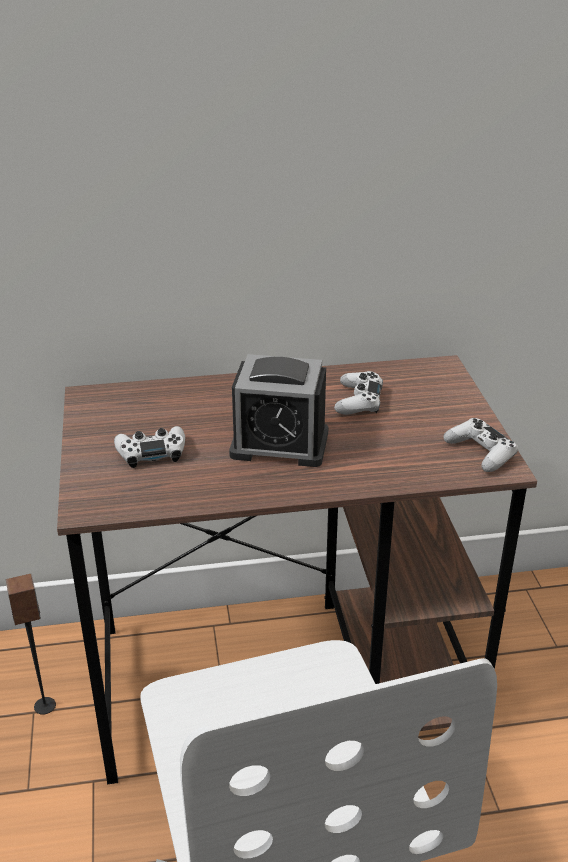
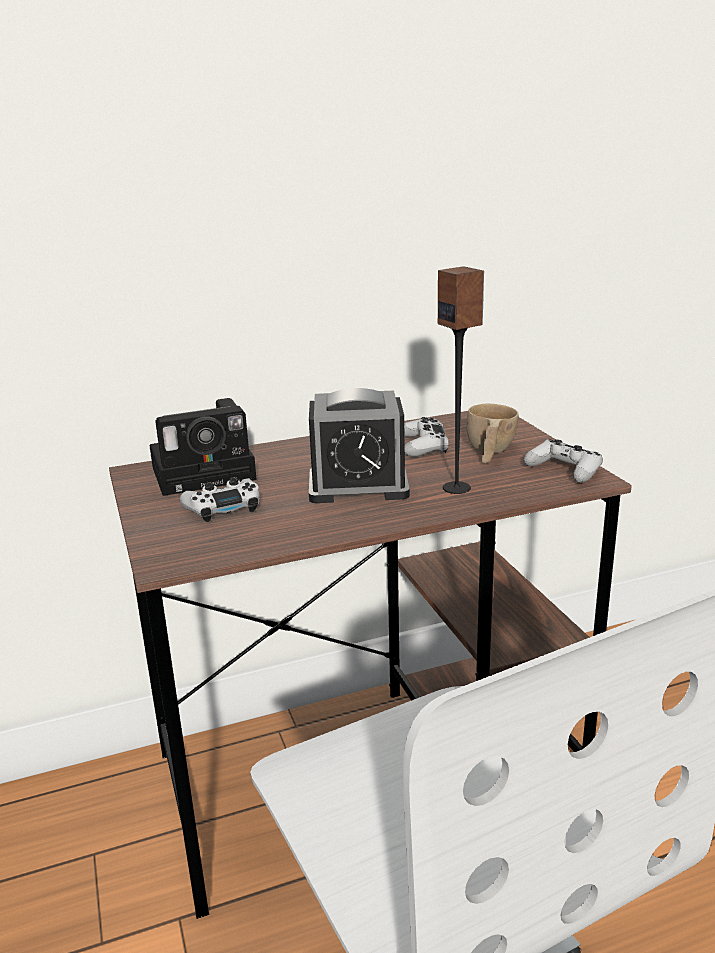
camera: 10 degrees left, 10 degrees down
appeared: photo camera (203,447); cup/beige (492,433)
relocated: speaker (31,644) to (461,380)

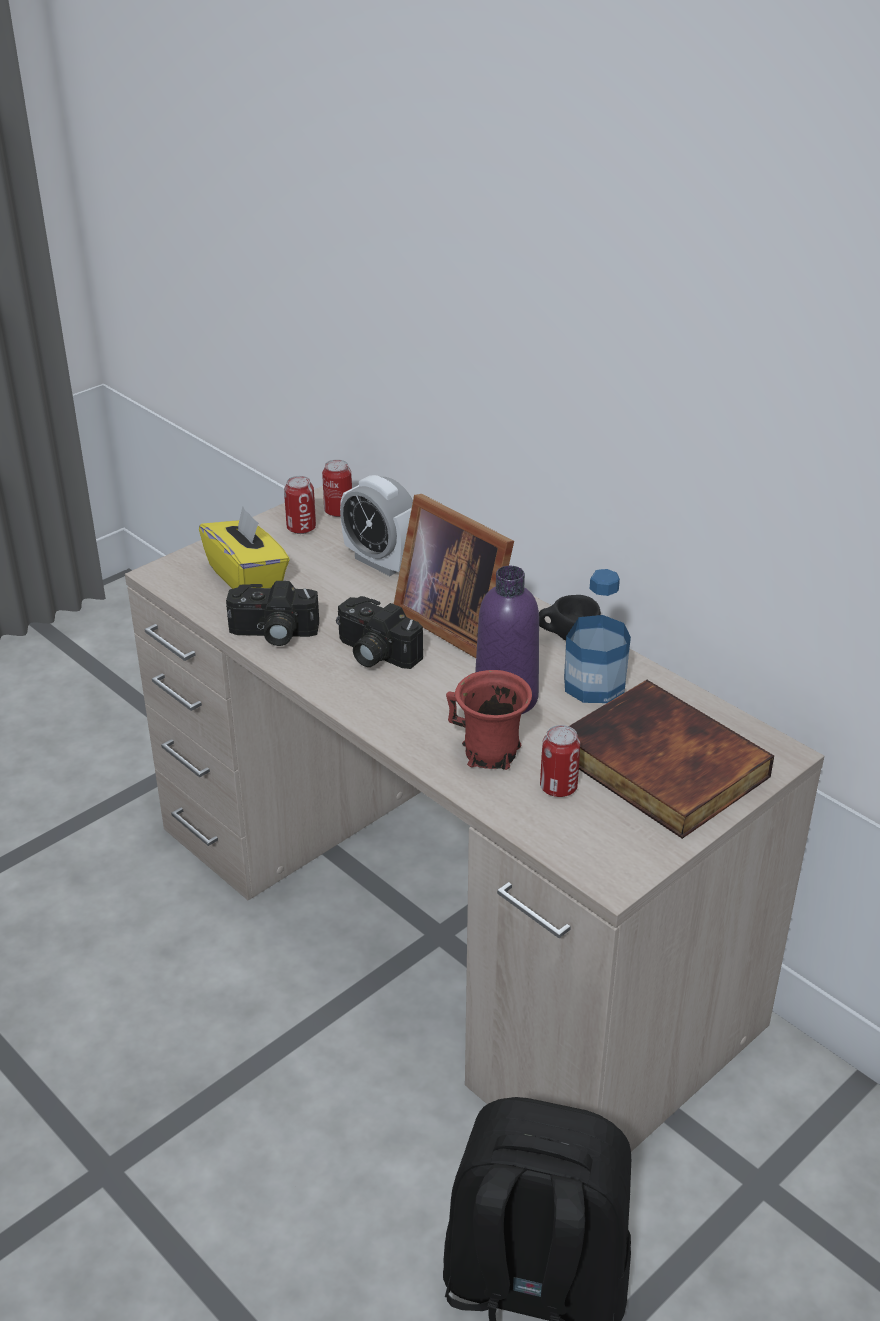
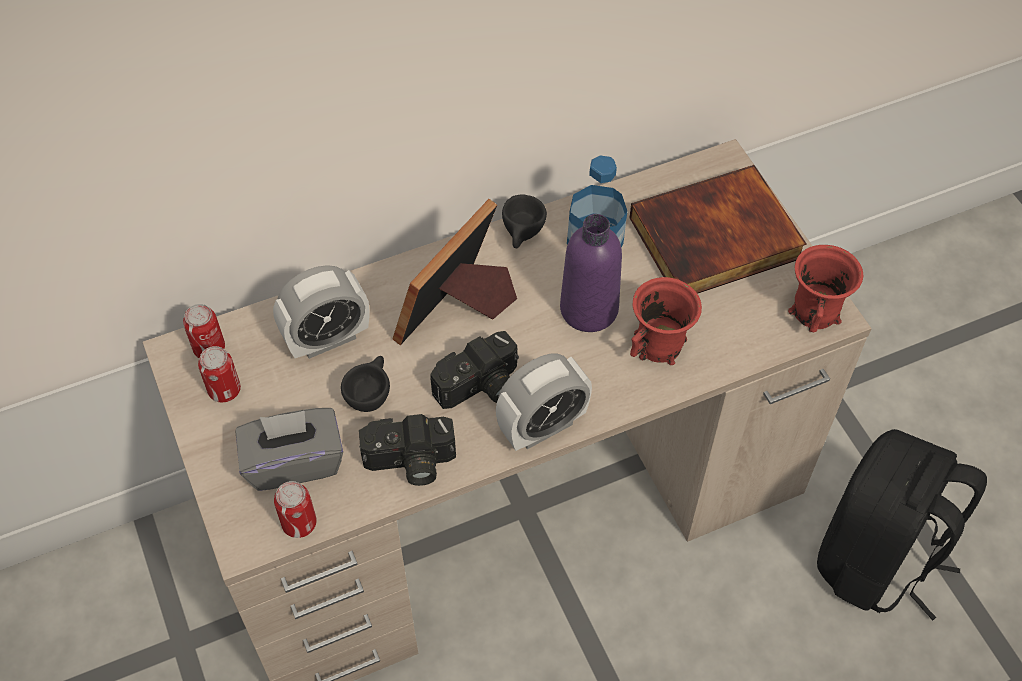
camera: 70 degrees left, 20 degrees up
appeared: cup/black (365,384); alarm clock (544,402); mug/red (825,289)
relocated: can (560,761) to (295,509)
colour: tissue box/yellow (244,548) to tissue box/grey (289,449)
spun: photo camera (272,613) = (407,450) 60 degrees clockwise; picture frame (454,576) = (454,272) 150 degrees clockwise

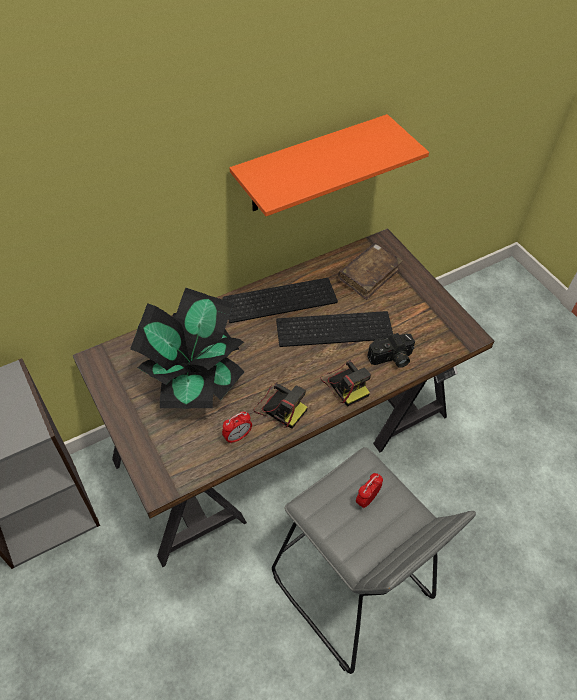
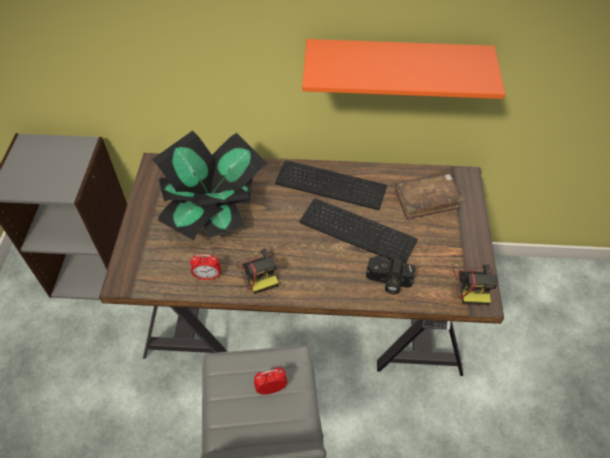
camera: 35 degrees right, 0 degrees up
relocated: photo camera (345,383) to (475,284)

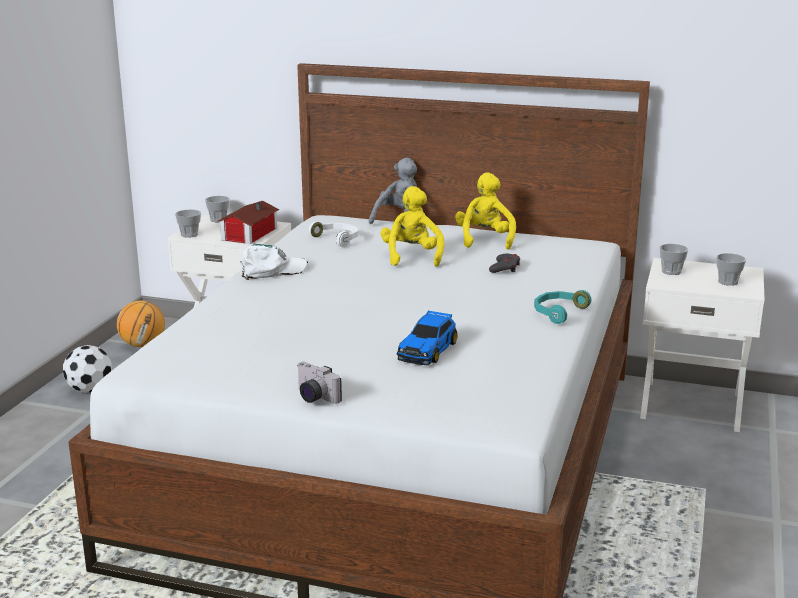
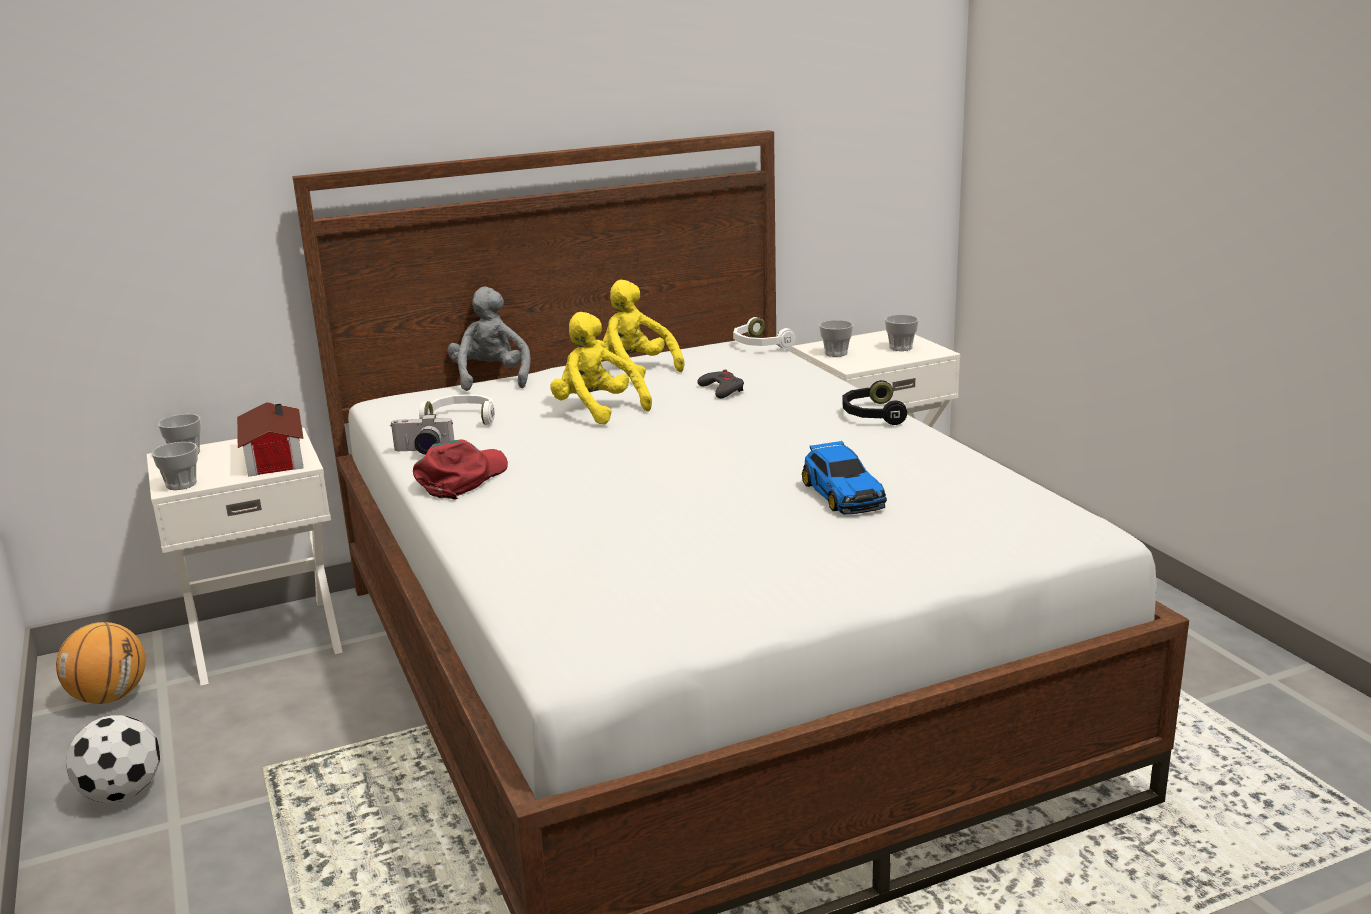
camera: 40 degrees left, 0 degrees up
appeared: headphones/white (764,333)
relocated: photo camera (320,383) to (422,434)
colour: cap/white (274,262) to cap/red (460,469); headphones/turquoise (562,307) to headphones/black (874,402)

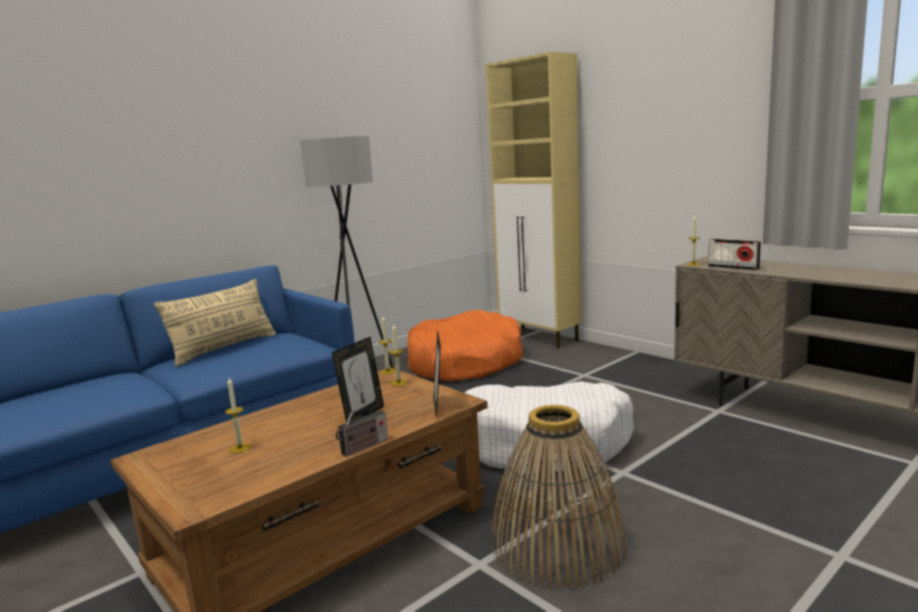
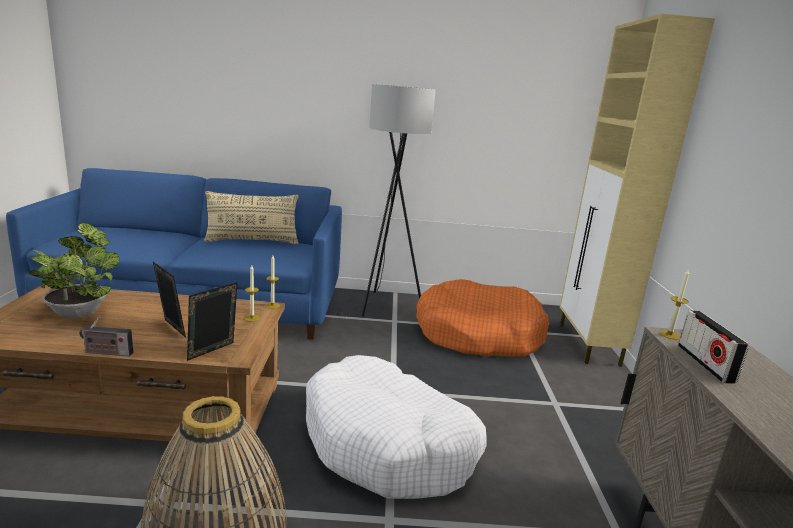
camera: 40 degrees right, 5 degrees up
exchanged: candle (238,415) to potted plant (74,271)
spun: picture frame (358,380) = (169,300) 120 degrees counterclockwise

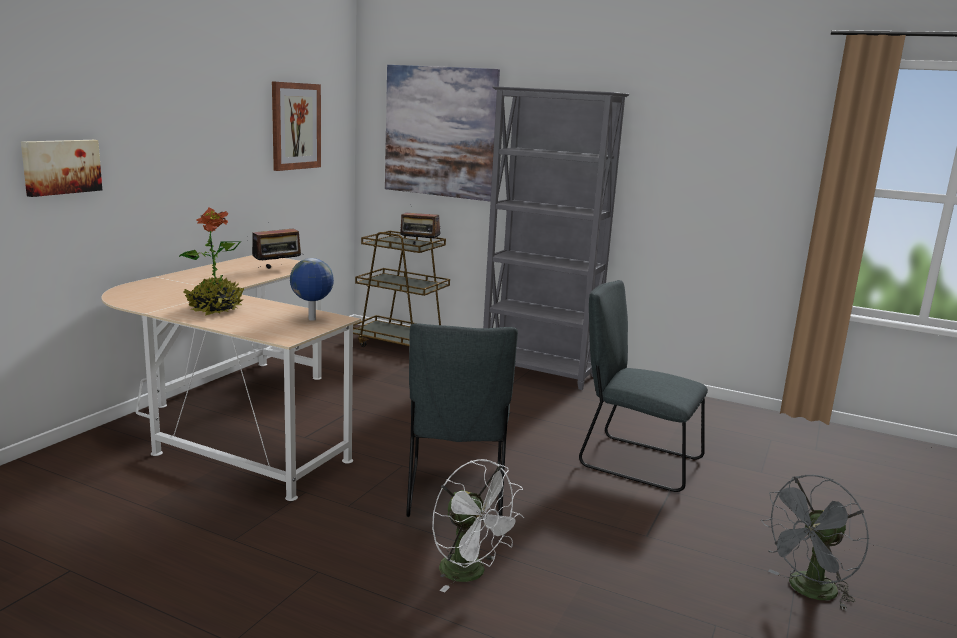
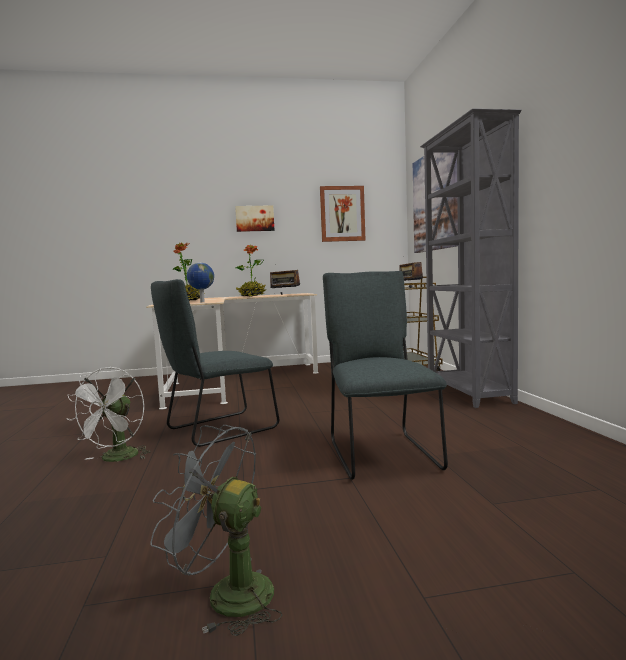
camera: 55 degrees right, 10 degrees down
appeared: potted plant (250,271)
relocated: picture (61,168) to (254,218)

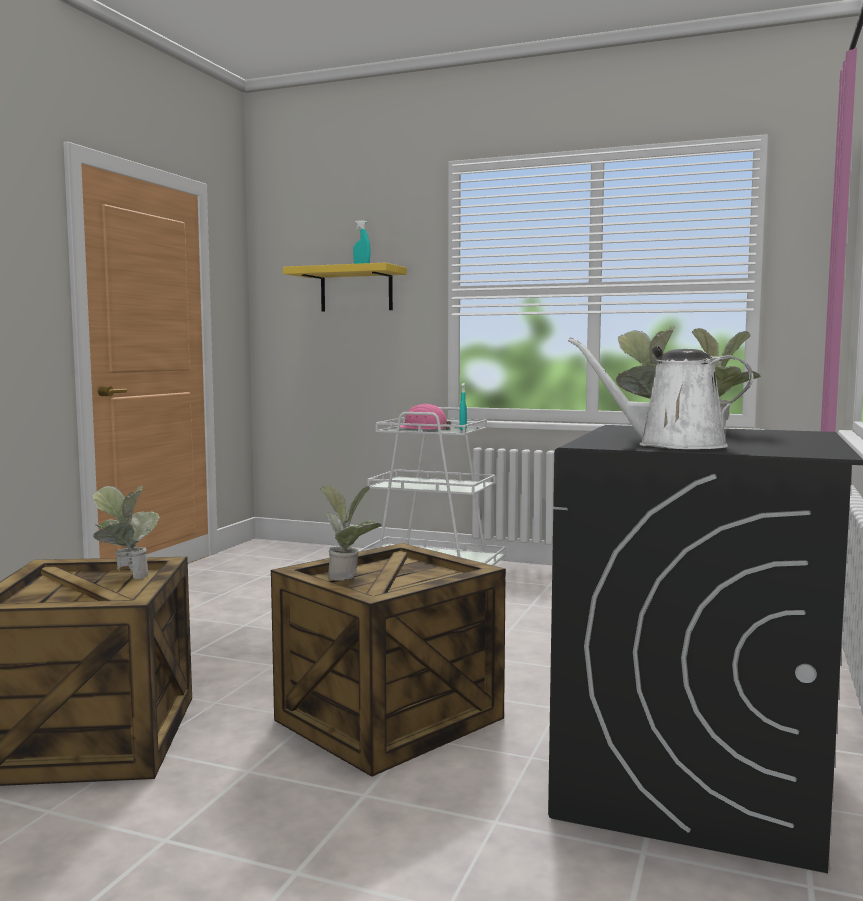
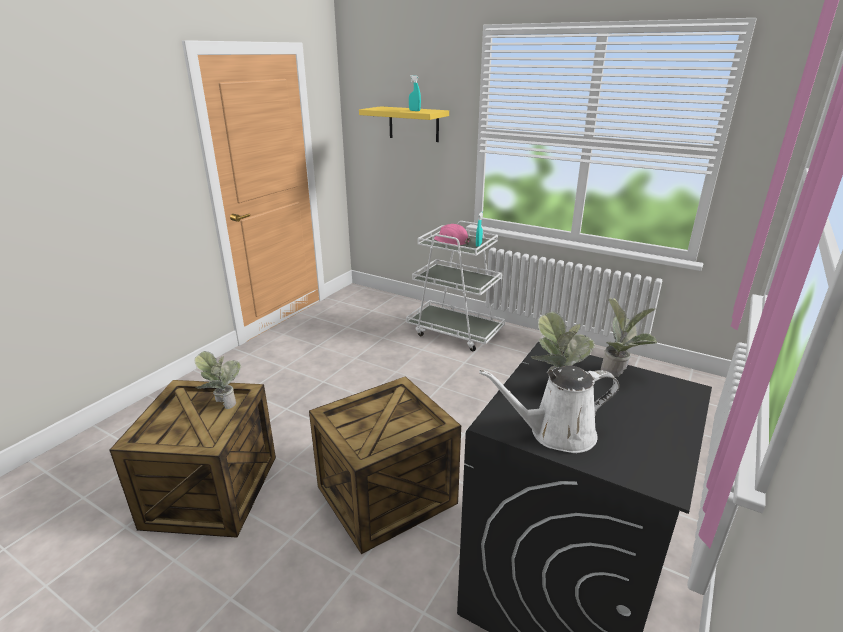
camera: 10 degrees right, 20 degrees up
missing: potted plant (350,533)
spun: watering can/white (661,393) = (549,409) 45 degrees counterclockwise

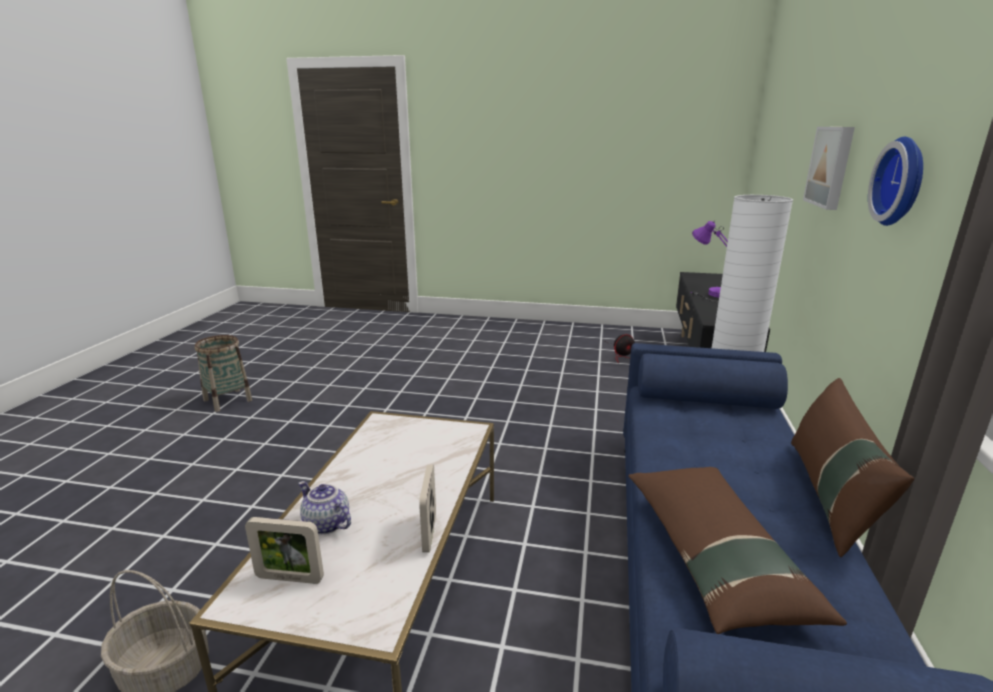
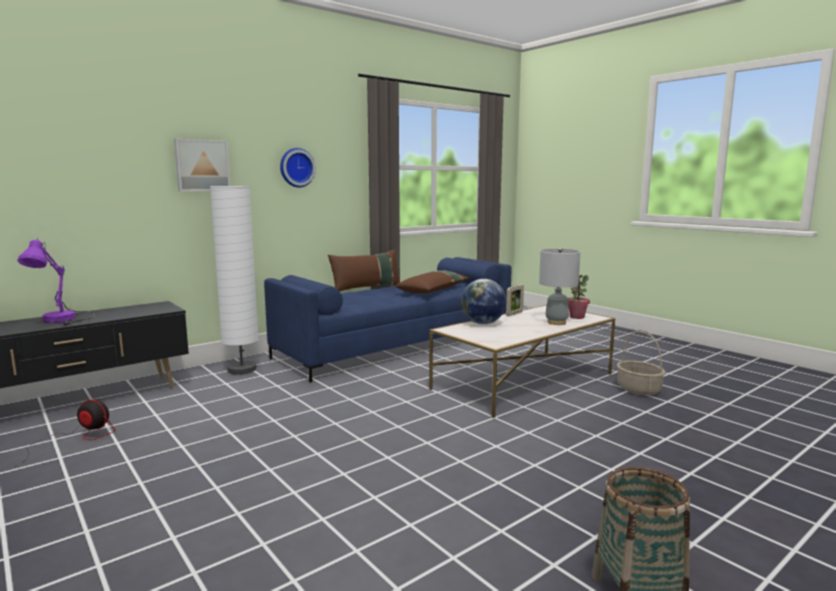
camera: 140 degrees left, 10 degrees down
appeared: globe (483,301)
exchanged: picture frame (284,550) to potted plant (579,297); teapot (324,507) to table lamp/grey (559,286)

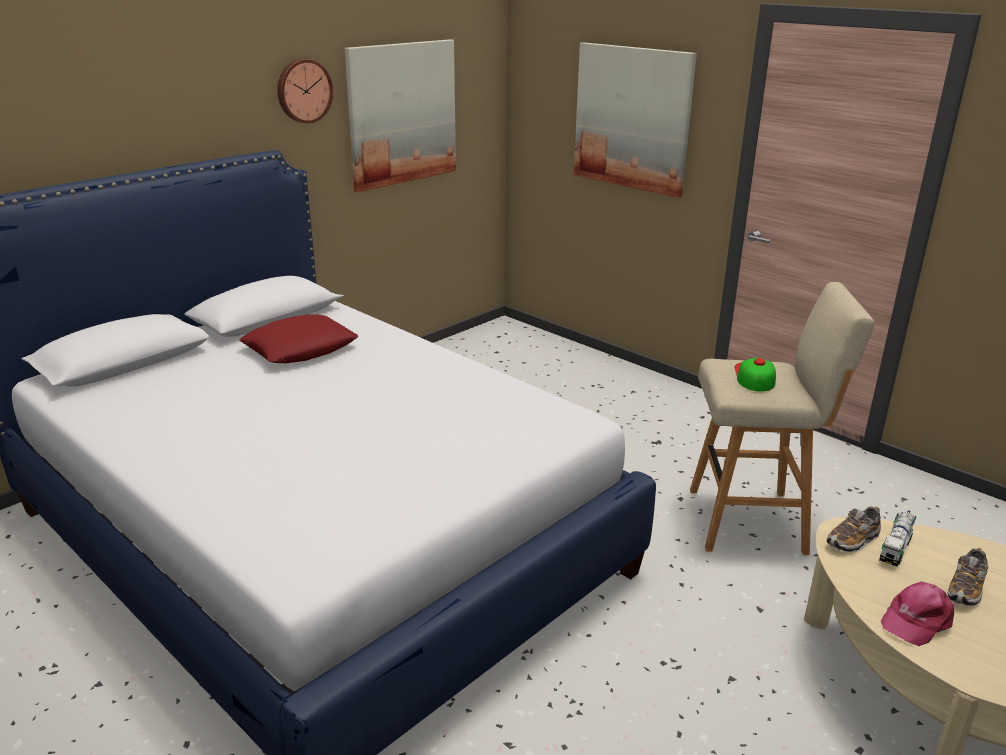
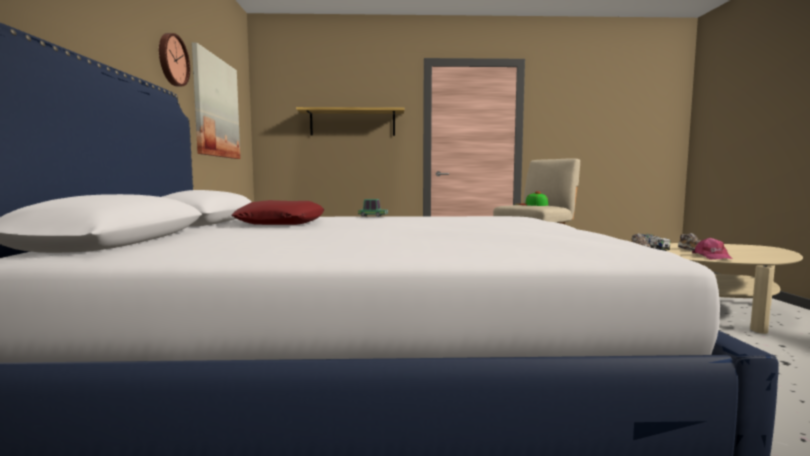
camera: 45 degrees left, 20 degrees down
appeared: toy car (373,208)
exchanged: picture (635,120) to shelf (350,121)

